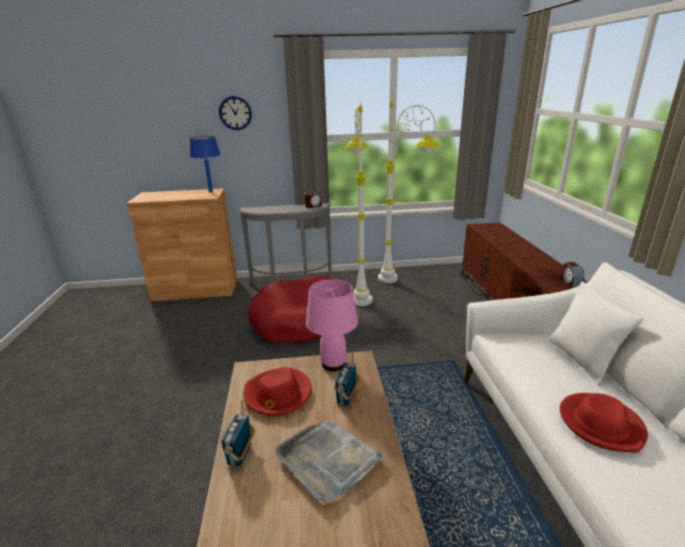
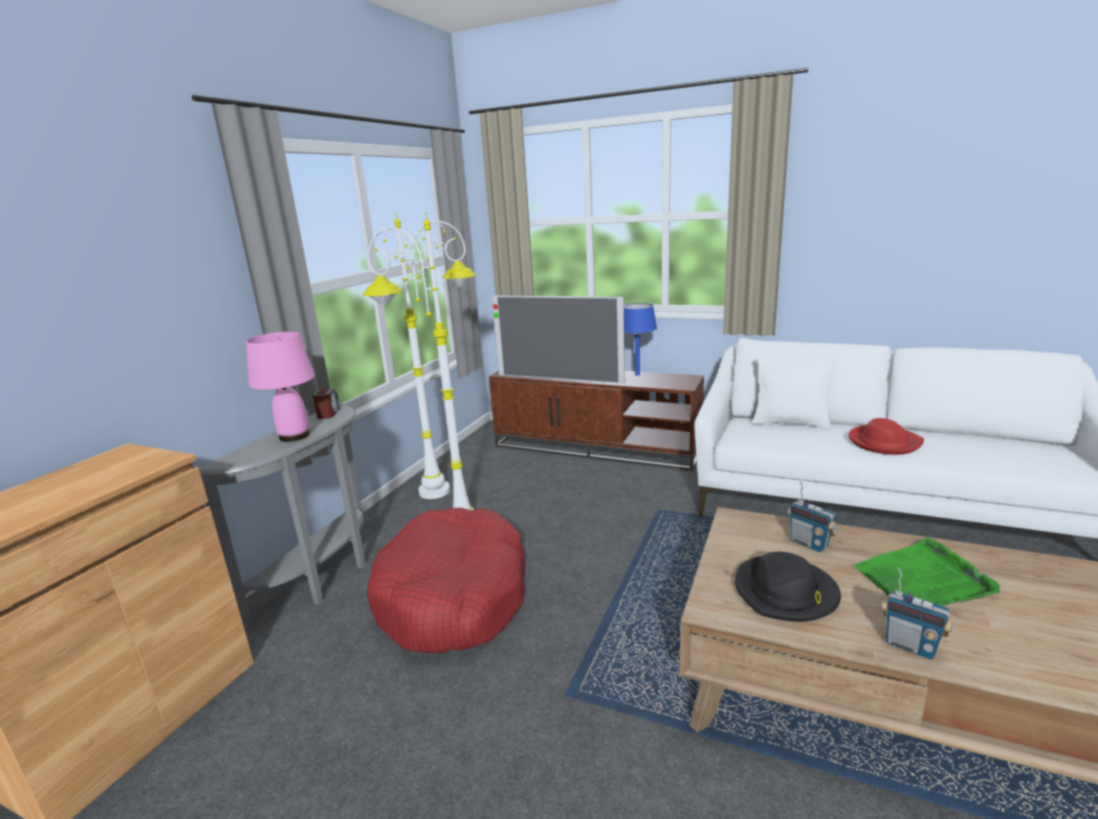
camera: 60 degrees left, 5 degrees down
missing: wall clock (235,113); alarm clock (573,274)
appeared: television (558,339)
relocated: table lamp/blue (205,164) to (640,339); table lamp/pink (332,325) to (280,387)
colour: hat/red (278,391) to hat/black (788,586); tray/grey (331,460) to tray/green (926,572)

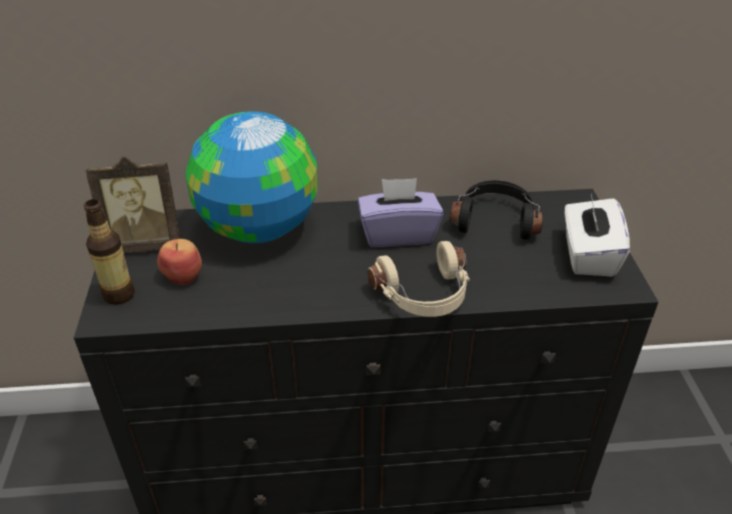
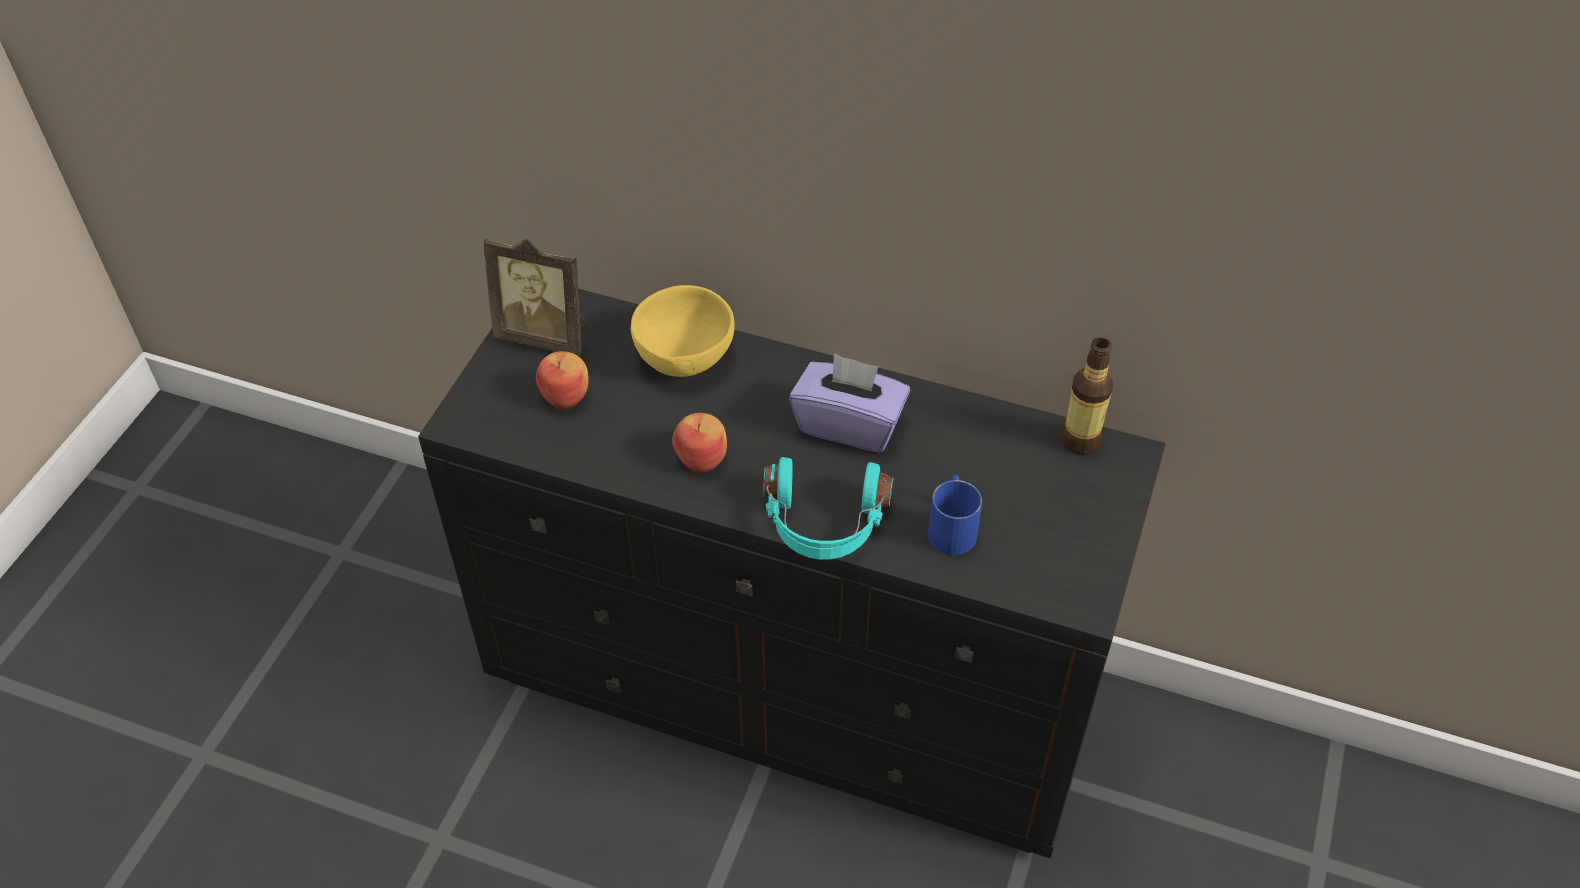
camera: 25 degrees right, 10 degrees up
missing: headphones/black (496,210); tissue box/white (597,235)
appeared: apple (699,443); mug/blue (955,514)
relocated: bottle (109,252) to (1087,396)
exchanged: globe (252,177) to bowl/yellow (682,331)
colour: headphones/beige (419,279) to headphones/turquoise (828,508)

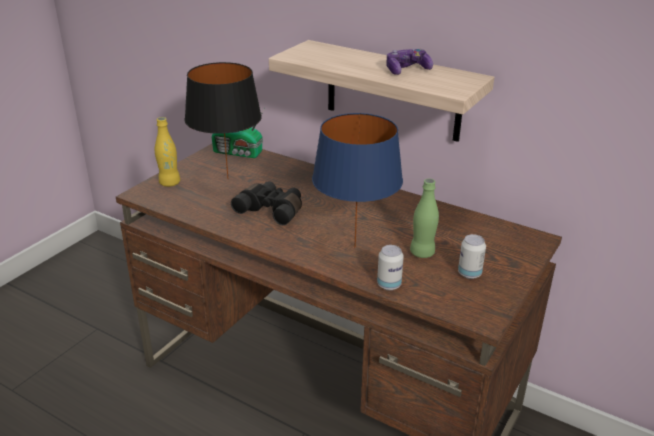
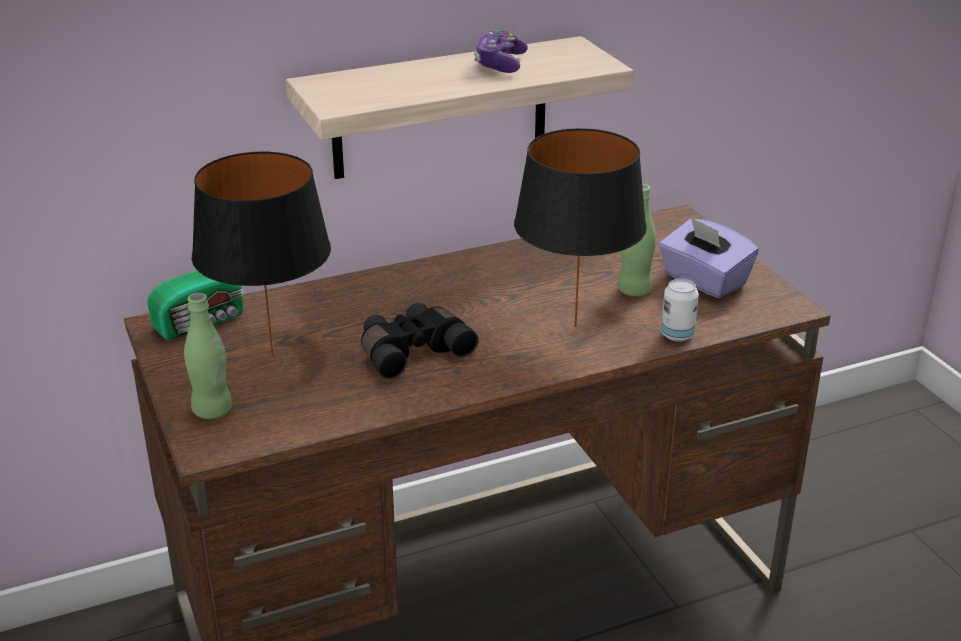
camera: 55 degrees left, 0 degrees up
exchanged: can (472,256) to tissue box/purple (709,257)
colour: bottle/yellow (167,152) to bottle/green (208,356); table lamp/blue (357,180) to table lamp/black (580,227)

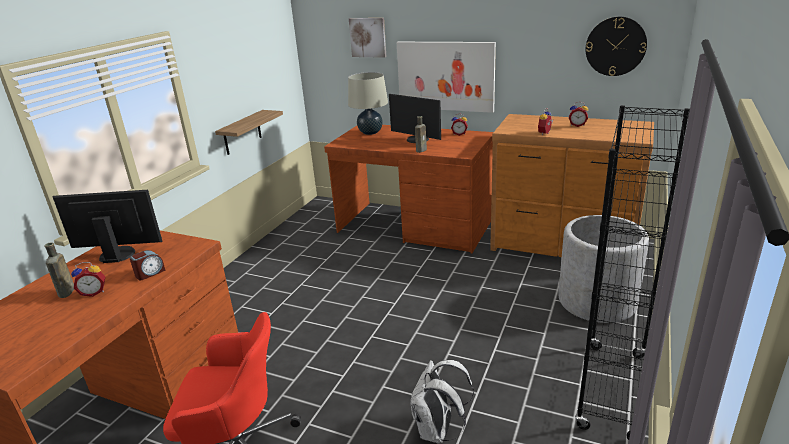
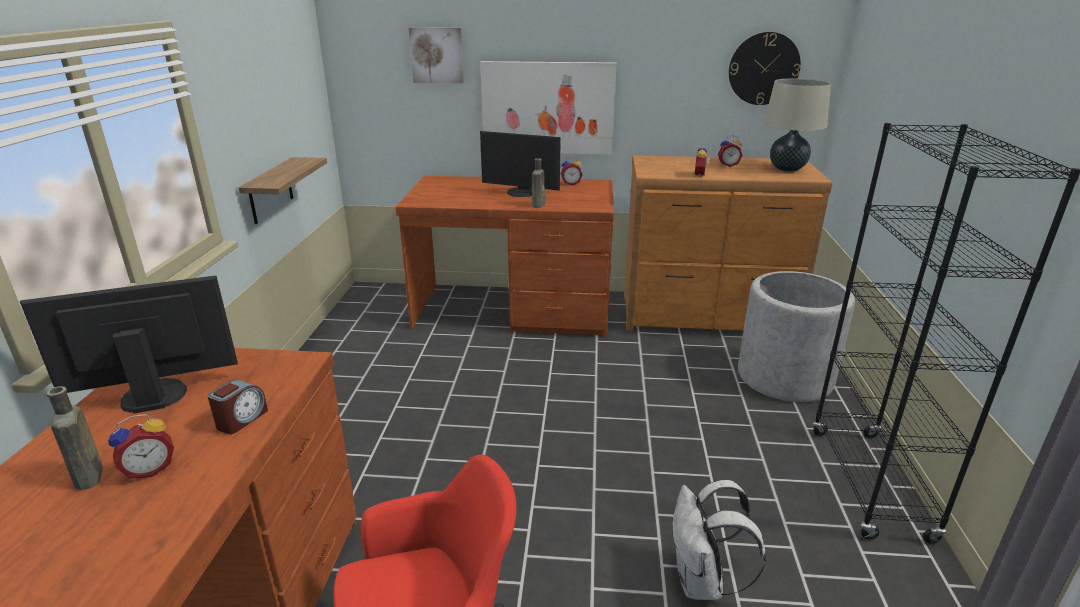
camera: 20 degrees left, 0 degrees up
relocated: table lamp/beige (368,103) to (797,125)

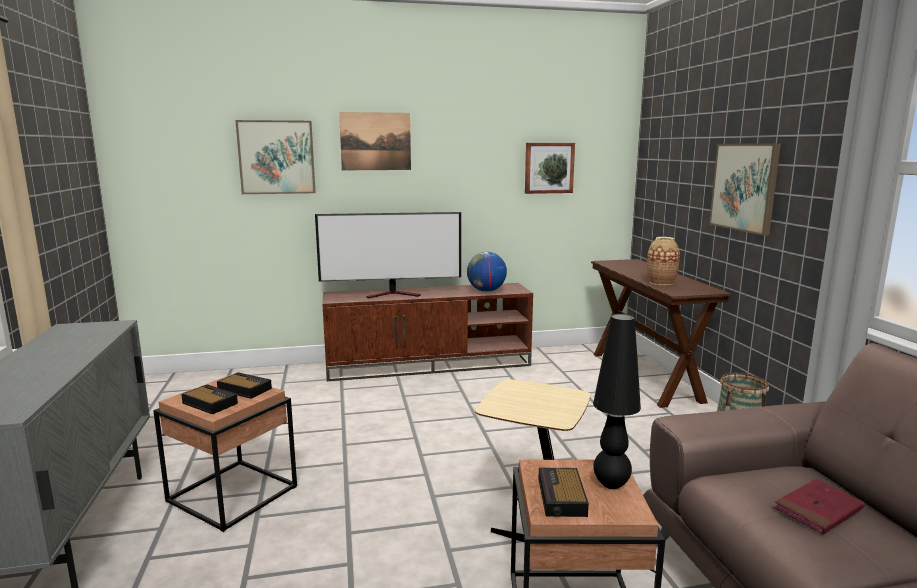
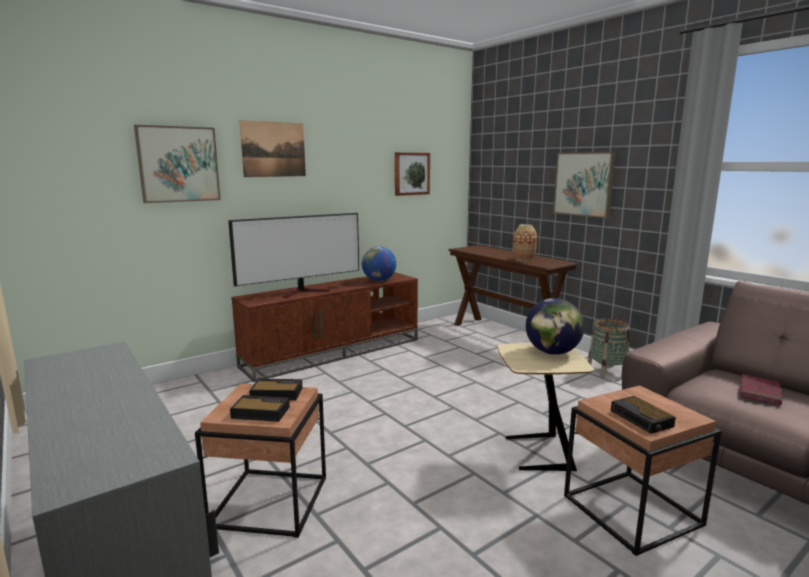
camera: 25 degrees left, 0 degrees up
missing: table lamp/black (617,401)
appeared: globe (555,326)

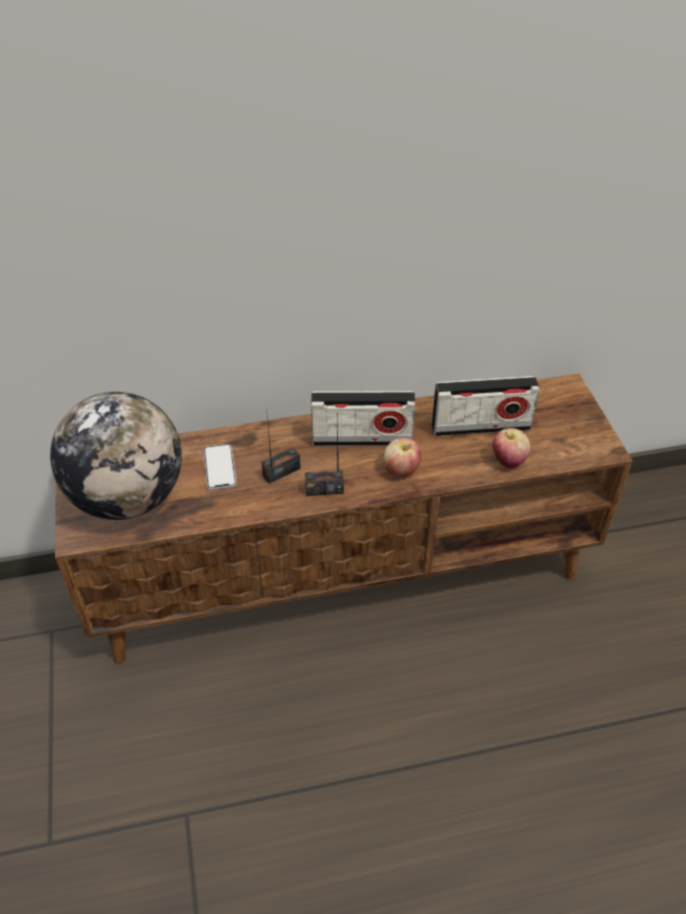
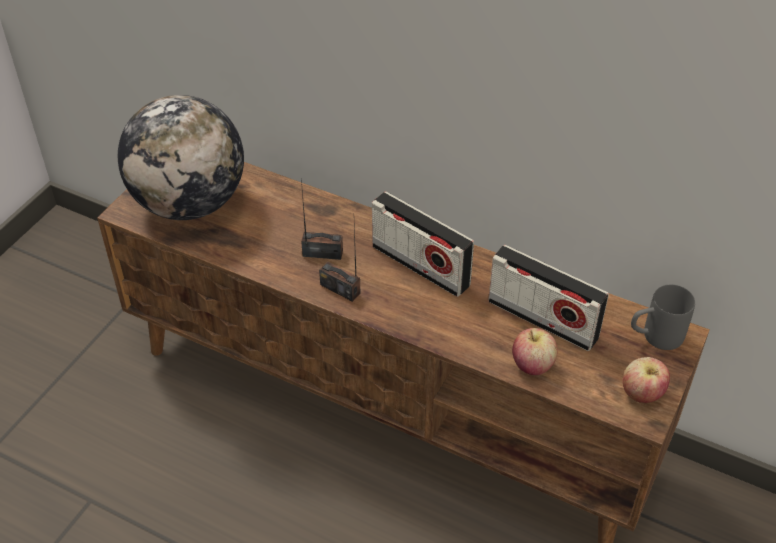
camera: 40 degrees right, 0 degrees up
missing: phone (220,467)
appeared: mug/grey (663,317)
relocated: apple (402,457) to (646,380)

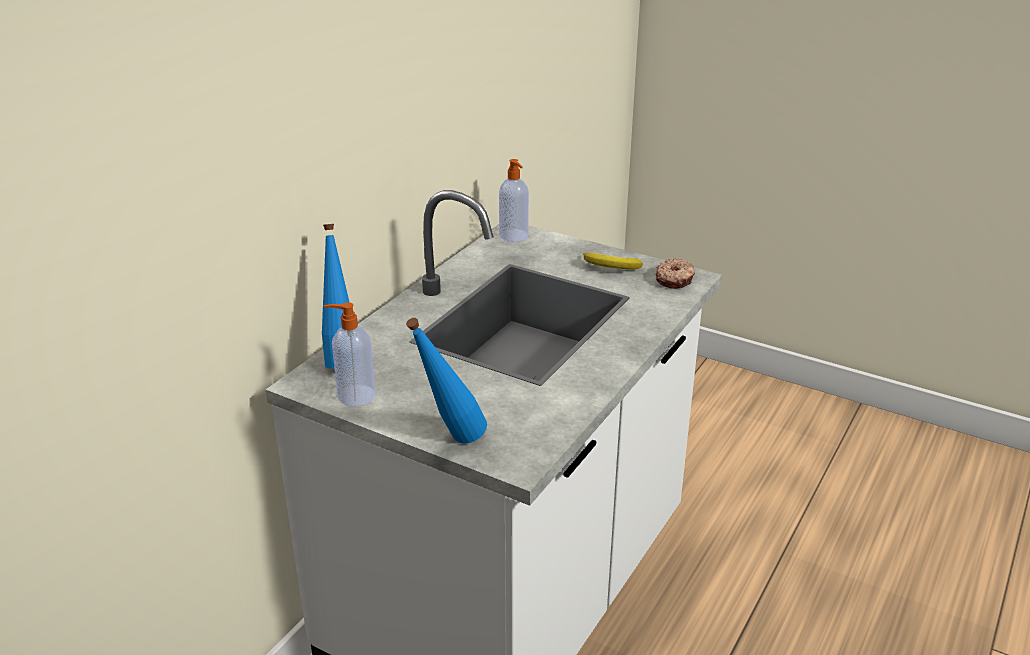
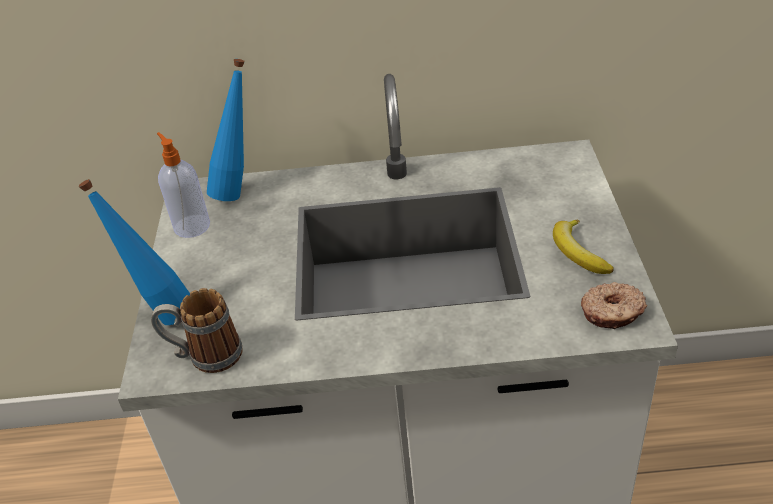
camera: 60 degrees right, 10 degrees up
missing: soap dispenser (514,200)
appeared: mug (197,330)

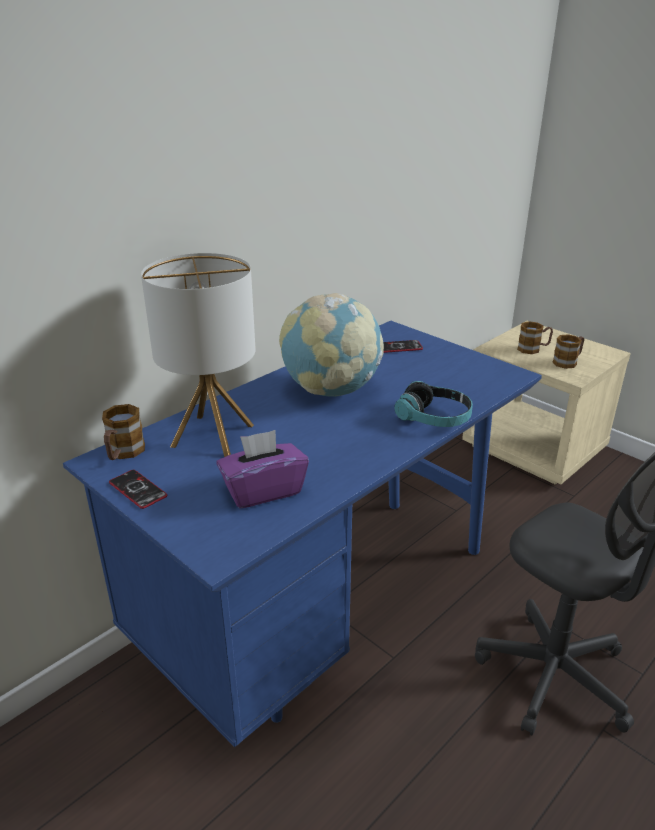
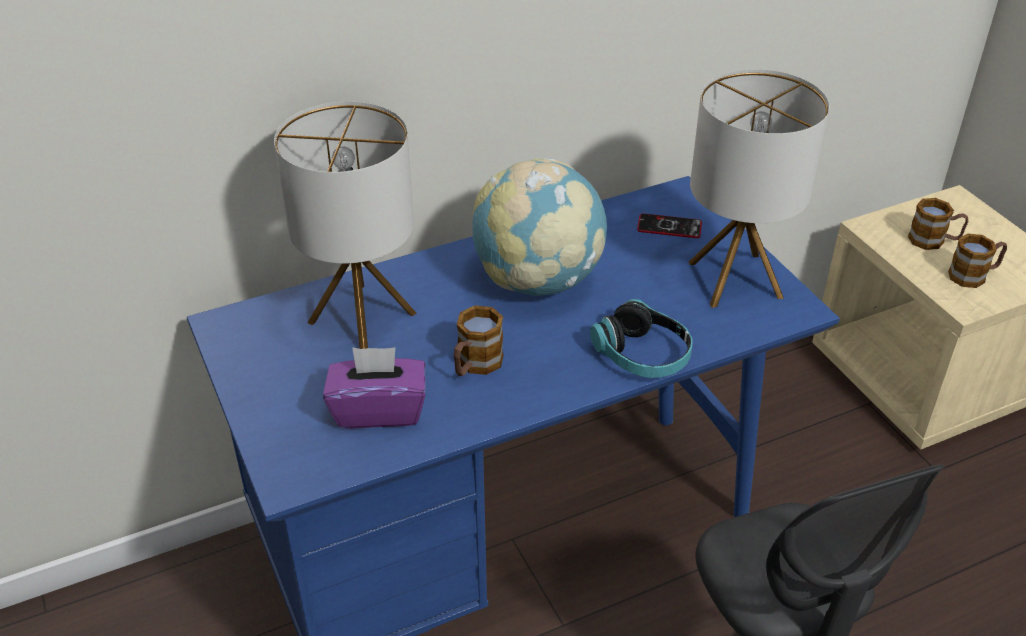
camera: 20 degrees right, 10 degrees up
missing: phone (138,489)
appeared: table lamp (758,188)
relocated: mug (123,432) to (479,341)

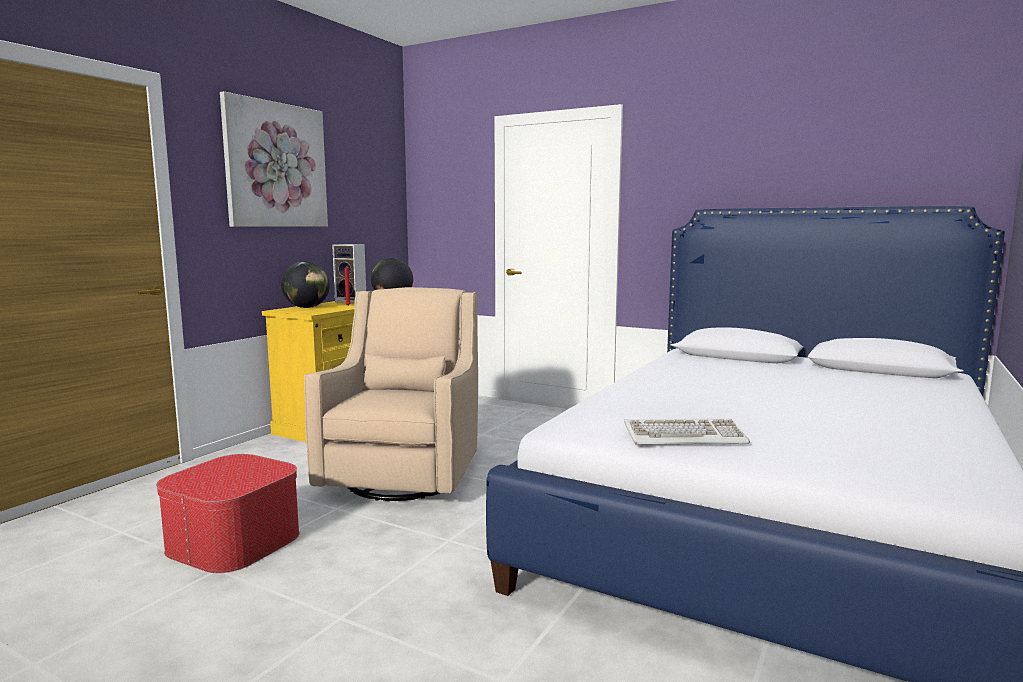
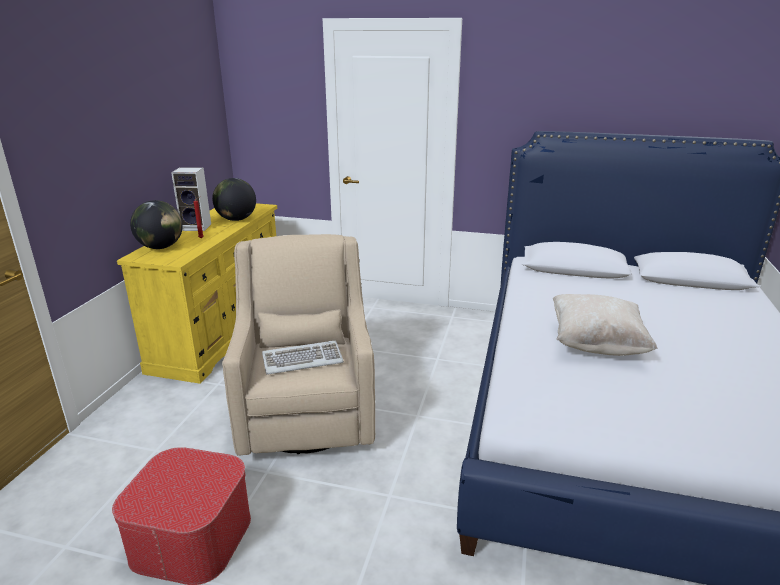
camera: 15 degrees left, 15 degrees up
missing: picture (274,159)
appeared: pillow/beige (605,325)
relocated: keyboard (687,431) to (303,357)

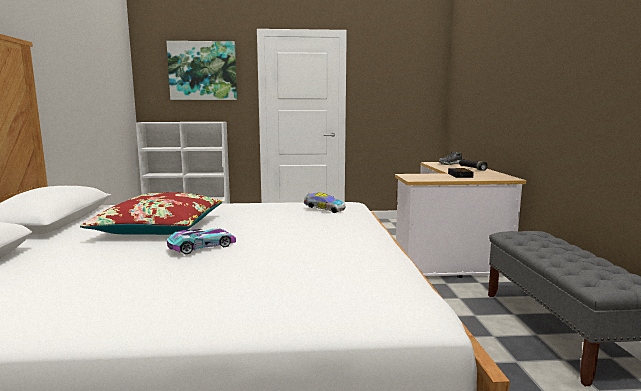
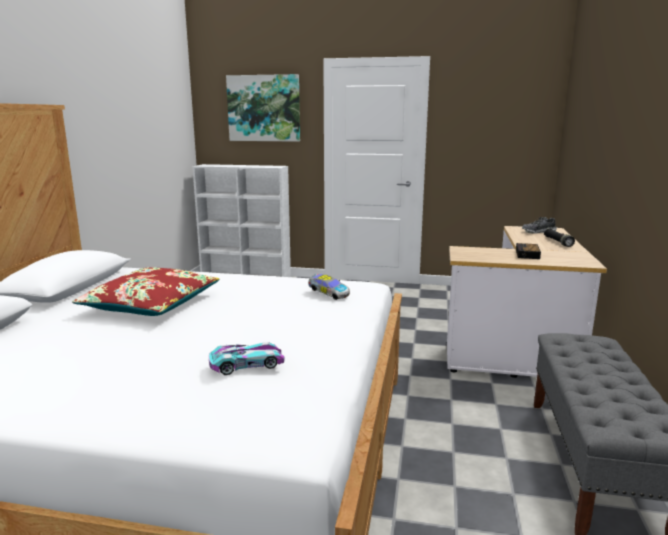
camera: 15 degrees right, 5 degrees up
relocated: toy car (201,241) to (247,358)

